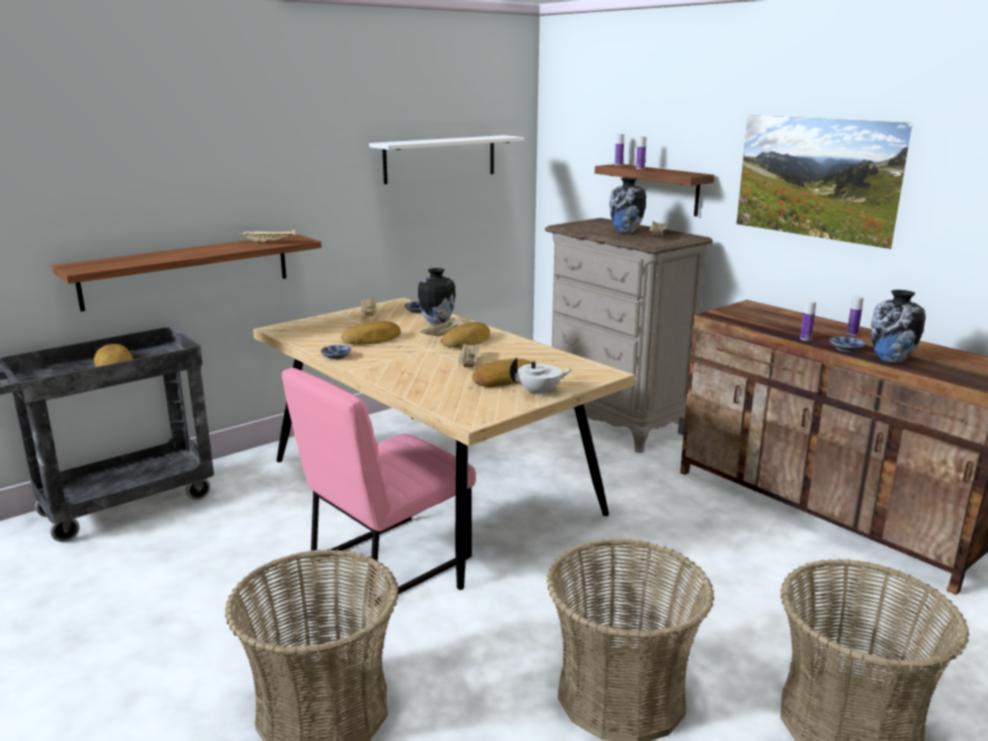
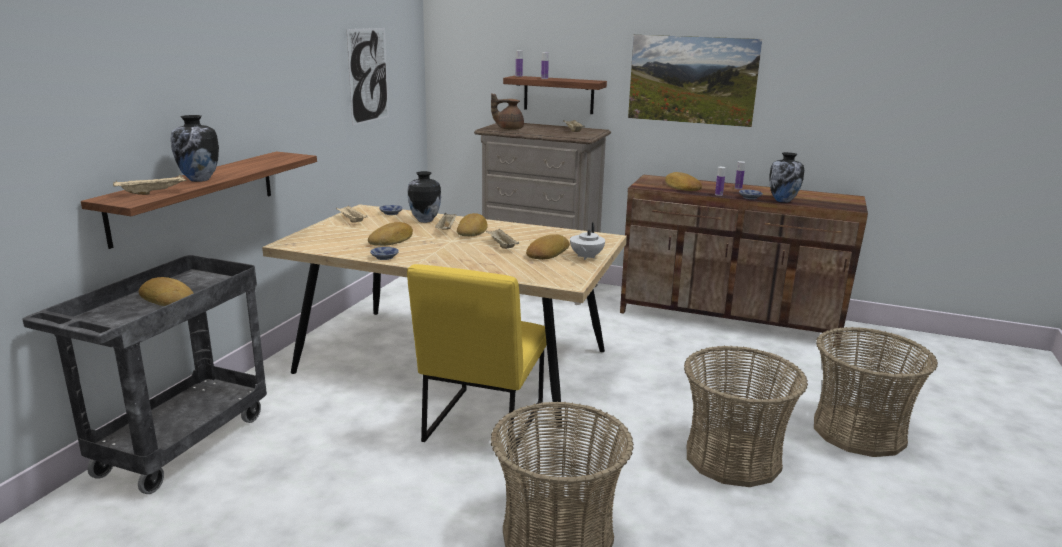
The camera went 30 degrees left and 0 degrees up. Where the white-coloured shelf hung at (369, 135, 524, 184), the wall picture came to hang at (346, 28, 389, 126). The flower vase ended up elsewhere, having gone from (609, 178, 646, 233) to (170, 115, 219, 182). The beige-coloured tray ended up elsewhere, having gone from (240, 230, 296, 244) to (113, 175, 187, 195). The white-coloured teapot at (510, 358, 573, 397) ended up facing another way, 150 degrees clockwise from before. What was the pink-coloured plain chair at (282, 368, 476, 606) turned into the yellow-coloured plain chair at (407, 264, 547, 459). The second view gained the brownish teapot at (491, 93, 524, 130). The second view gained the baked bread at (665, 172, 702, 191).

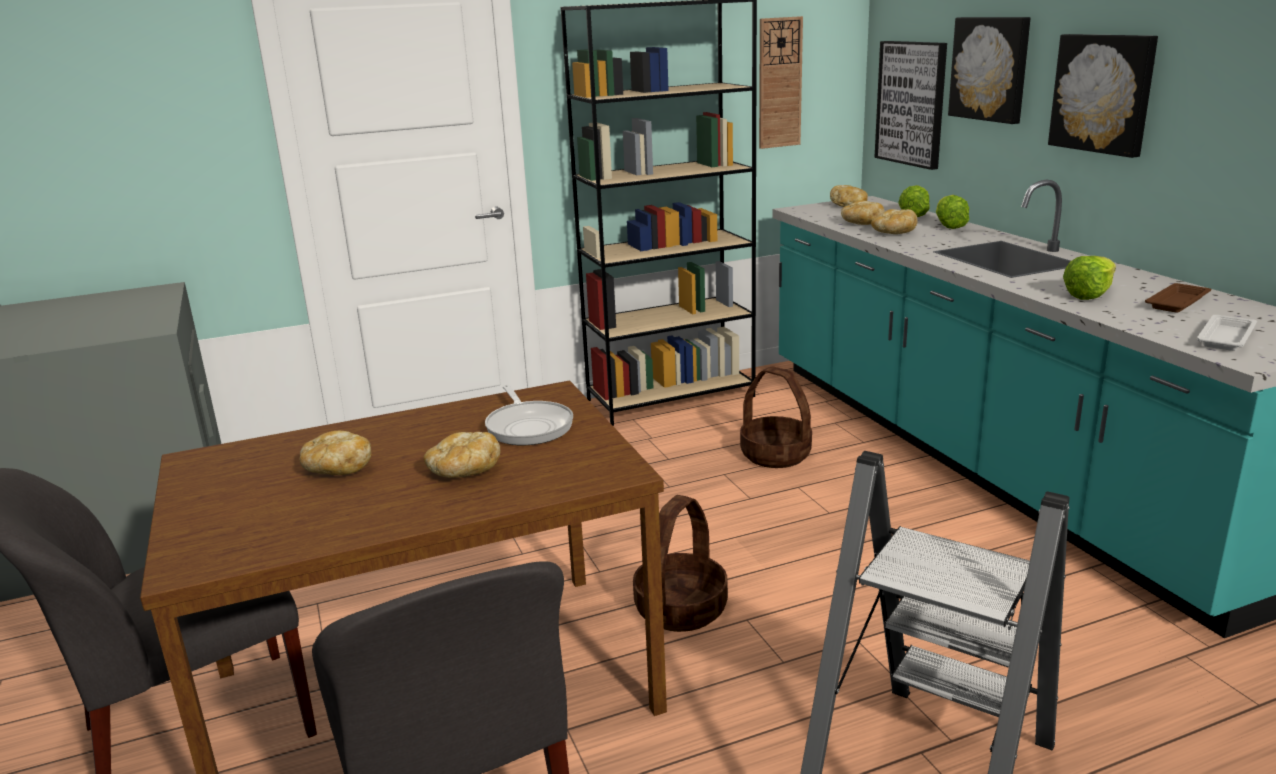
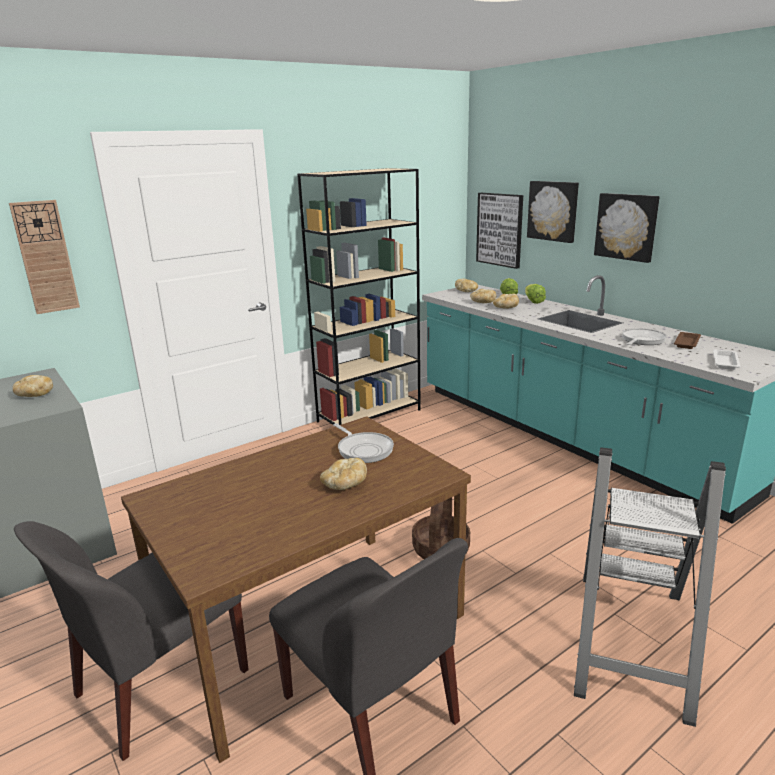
The camera went 15 degrees left and 0 degrees up. The hanging clock ended up elsewhere, having gone from (759, 16, 803, 149) to (9, 200, 80, 314). Where the lettuce head stood at (1063, 256, 1116, 300), the frying pan came to stand at (622, 328, 667, 345). The second view lost the basket at (740, 367, 812, 468). The baked bread ended up elsewhere, having gone from (300, 431, 372, 475) to (13, 375, 53, 397).

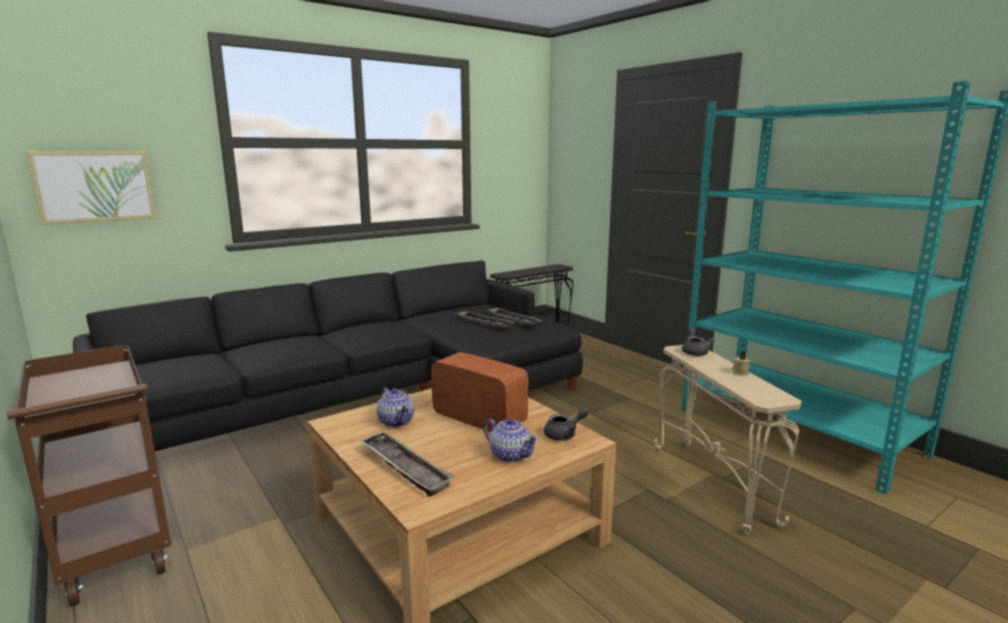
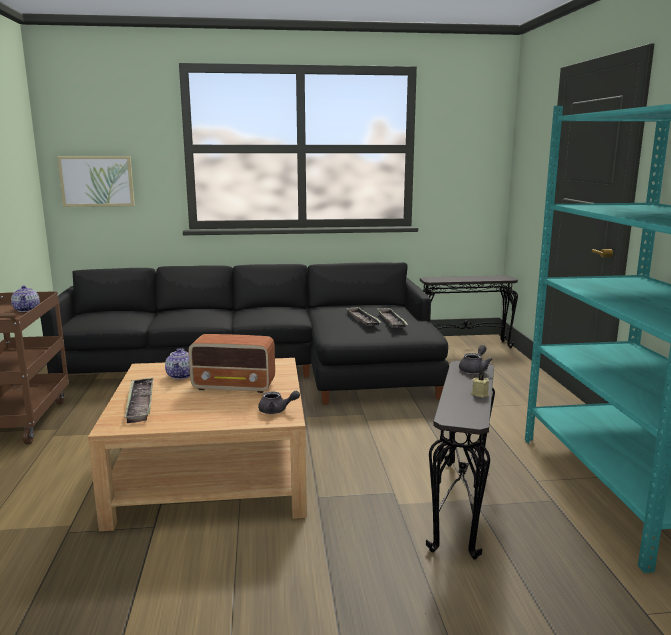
The camera went 30 degrees right and 0 degrees up. What was the beige-coloured accent table at (654, 345, 802, 535) turned into the blackish accent table at (426, 361, 495, 560). The radio receiver at (431, 352, 528, 432) ended up facing another way, 120 degrees clockwise from before. The teapot ended up elsewhere, having gone from (483, 418, 539, 463) to (11, 285, 40, 312).

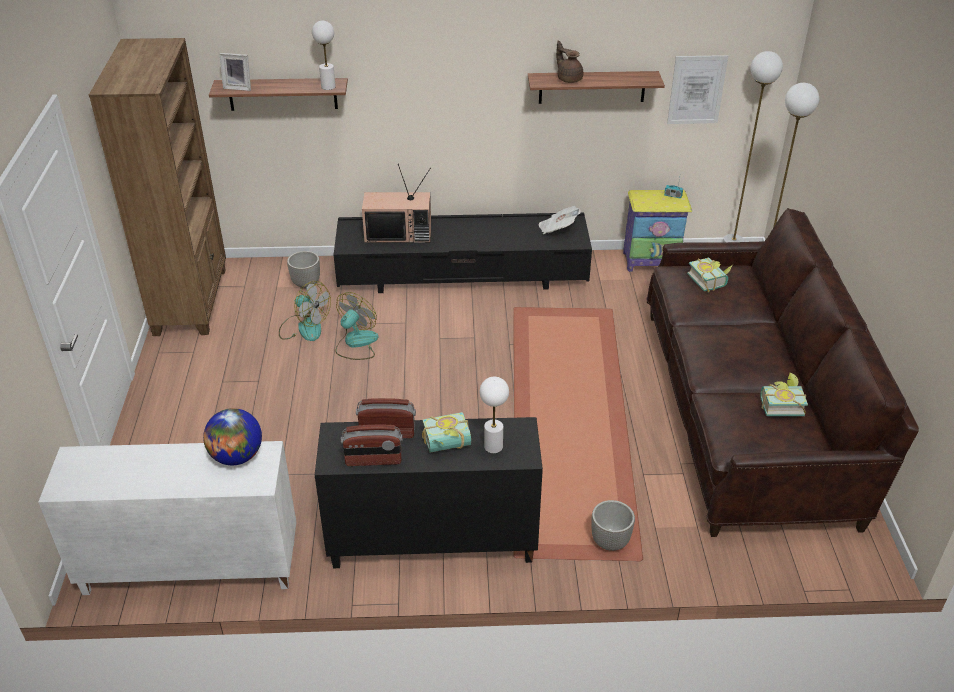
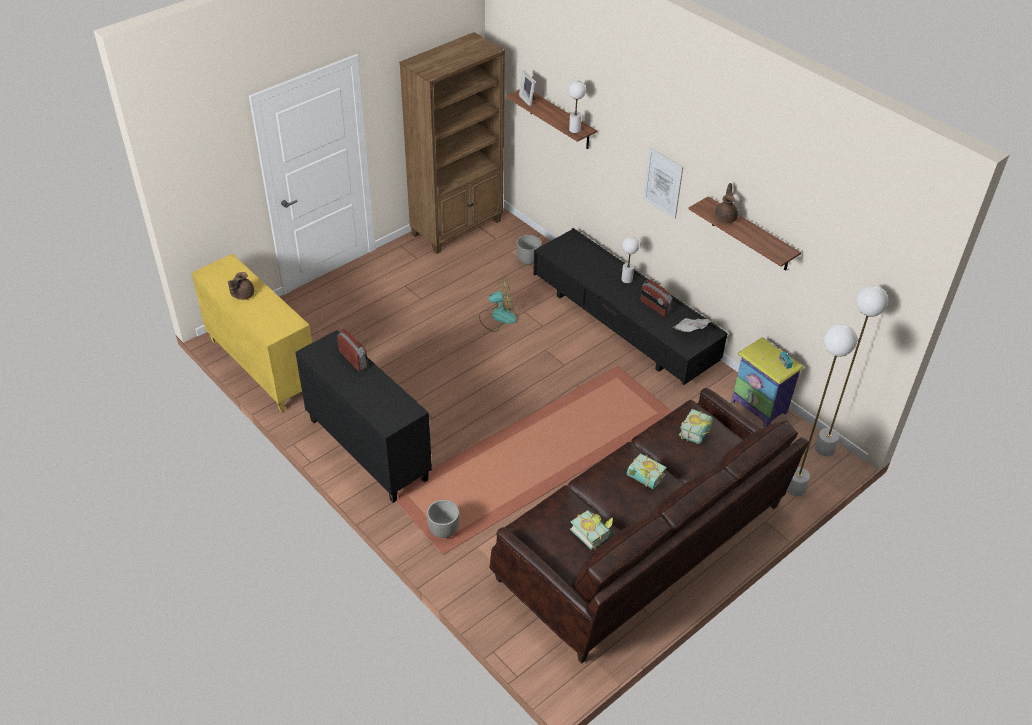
The camera went 50 degrees right and 5 degrees up. The wall picture ended up elsewhere, having gone from (667, 55, 728, 124) to (643, 147, 683, 219). The second view lost the TV at (362, 164, 431, 243). The second view lost the electric fan at (279, 281, 331, 341). The white-coloured table lamp ended up elsewhere, having gone from (480, 377, 509, 453) to (621, 236, 640, 283). The second view lost the world globe at (203, 408, 262, 465). The book ended up elsewhere, having gone from (422, 412, 471, 453) to (627, 453, 667, 489). The radio receiver ended up elsewhere, having gone from (341, 424, 403, 466) to (641, 279, 673, 317). What was the white-coloured storage cabinet at (38, 441, 296, 595) turned into the yellow-coloured storage cabinet at (191, 254, 312, 412). The second view gained the brownish teapot at (228, 272, 254, 300).

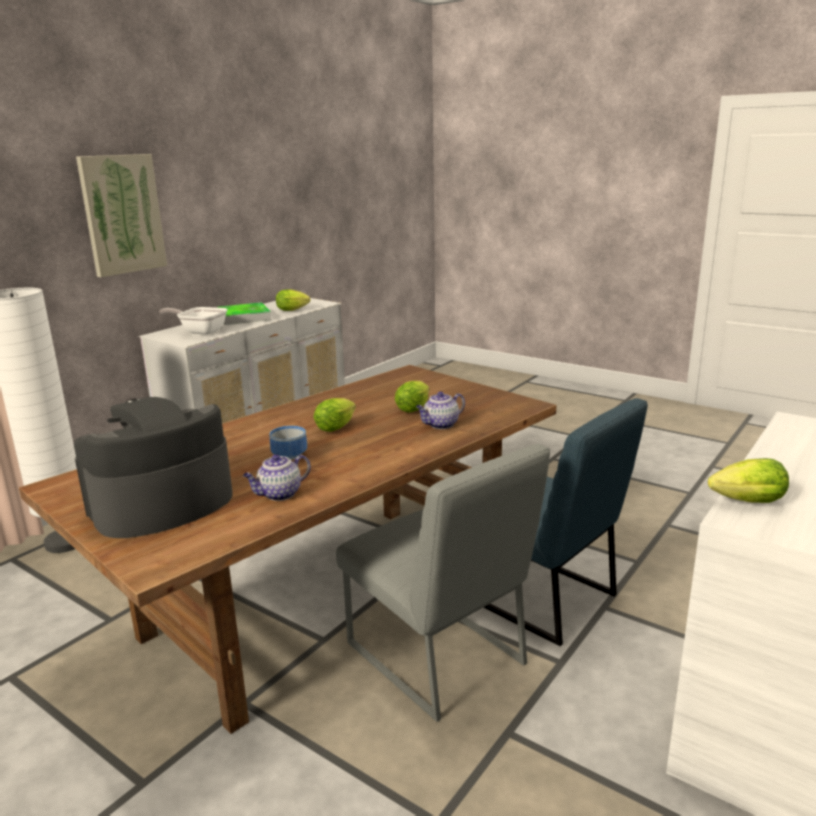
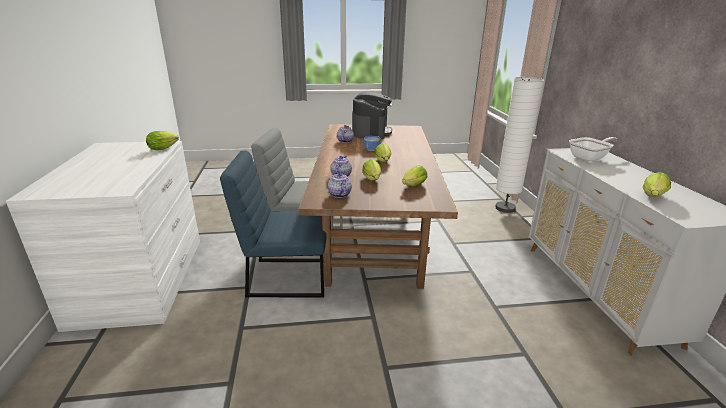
The camera went 135 degrees right and 5 degrees up. The second view lost the wall picture at (76, 154, 167, 277). The second view lost the tray at (217, 302, 271, 325). The second view gained the lettuce head at (402, 165, 427, 186). The second view gained the teapot at (328, 172, 352, 198).

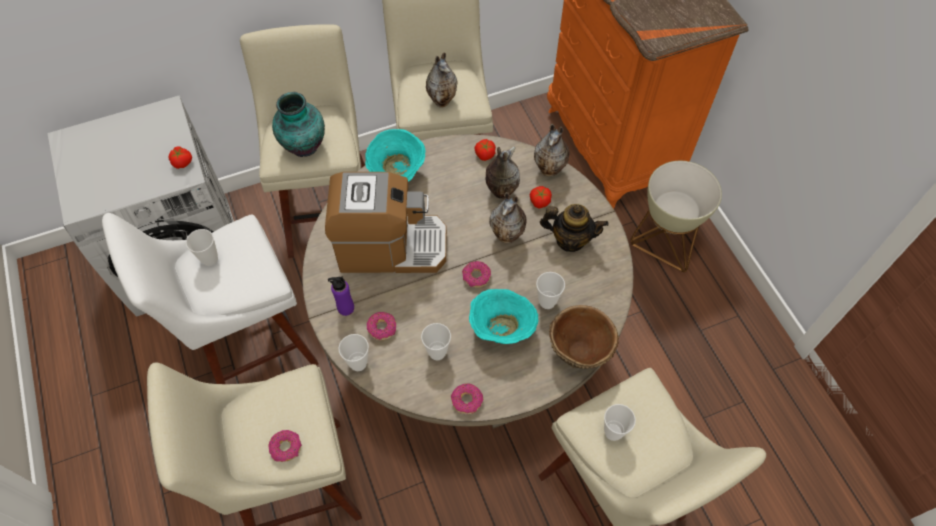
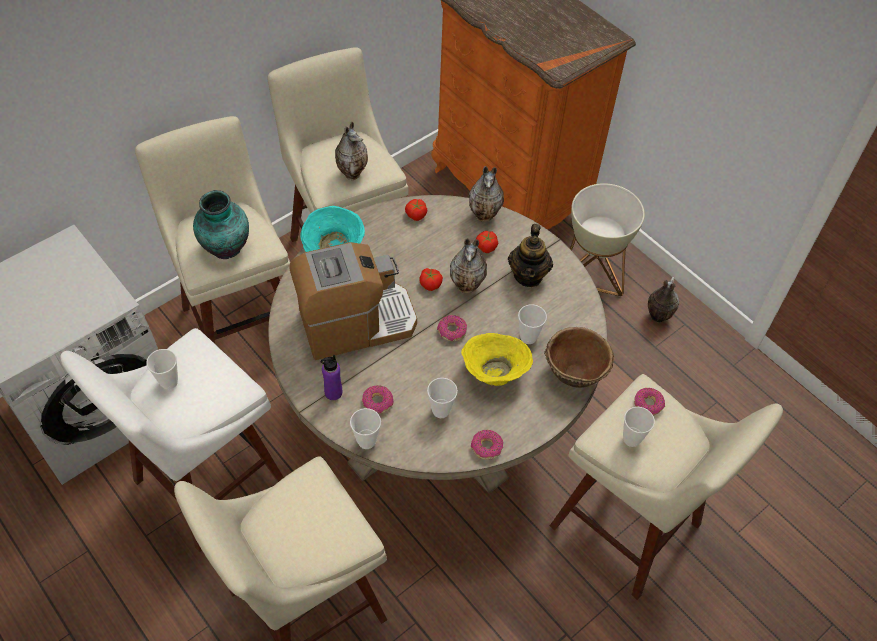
The camera went 20 degrees left and 5 degrees down. The fresh tomato ended up elsewhere, having gone from (168, 146, 192, 169) to (419, 268, 443, 291). The flower vase ended up elsewhere, having gone from (486, 147, 520, 199) to (648, 277, 679, 322). The teapot at (540, 204, 609, 252) ended up facing another way, 105 degrees clockwise from before. What was the blue-green serving bowl at (469, 289, 538, 344) turned into the yellow-coloured serving bowl at (461, 333, 533, 386). The ring doughnut ended up elsewhere, having gone from (268, 430, 302, 462) to (634, 388, 665, 416).

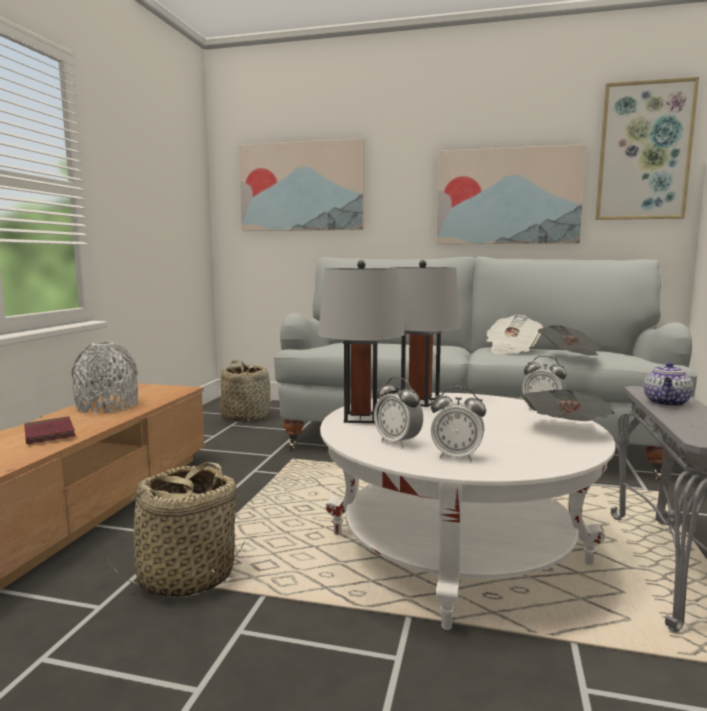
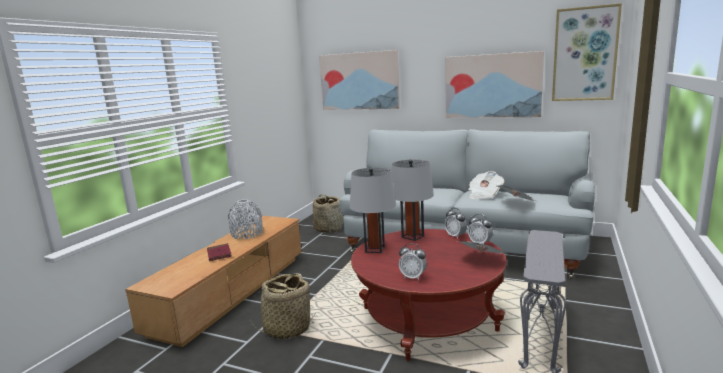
The camera went 10 degrees right and 5 degrees up. The second view lost the teapot at (644, 362, 693, 407). The bedside clock ended up elsewhere, having gone from (374, 377, 423, 447) to (445, 208, 467, 239). What was the white-coloured lounge table at (320, 393, 615, 630) turned into the red-coloured lounge table at (351, 229, 507, 361).

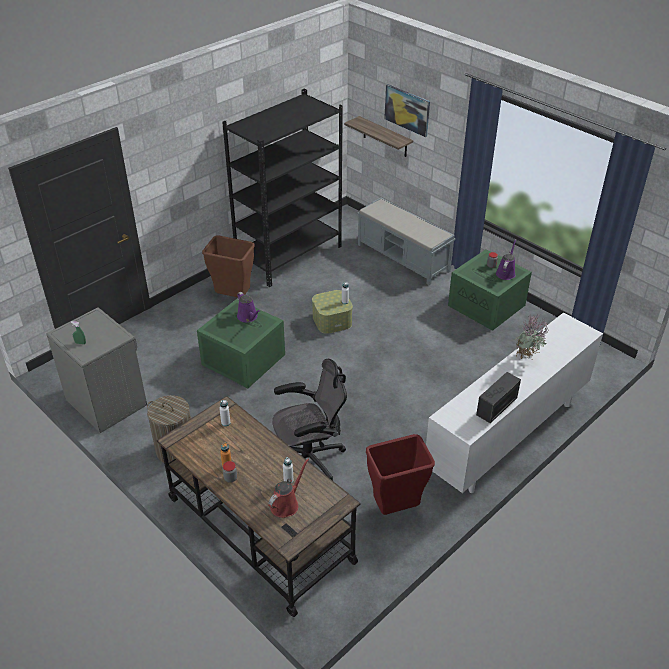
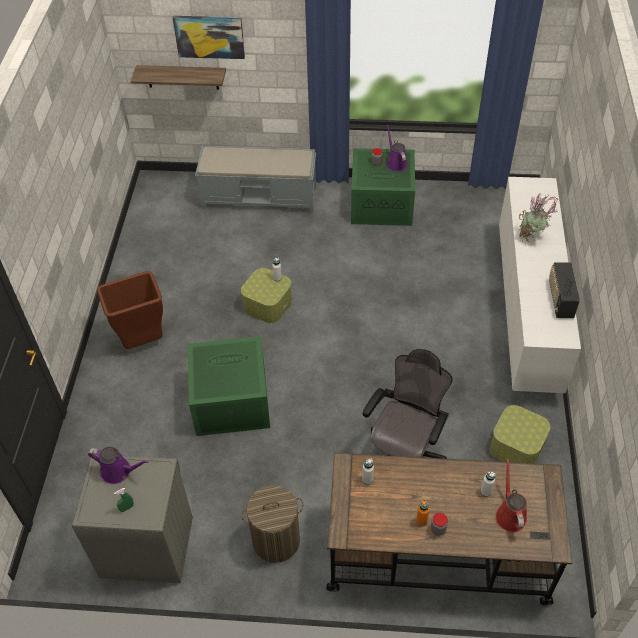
The camera went 40 degrees left and 10 degrees up. The second view lost the blackish bookshelf at (222, 89, 343, 287). The purple-coloured sprinkling can ended up elsewhere, having gone from (237, 292, 260, 322) to (88, 447, 149, 484). Where the red-coloured waste bin stood at (366, 434, 435, 515), the storage box came to stand at (490, 405, 550, 464).

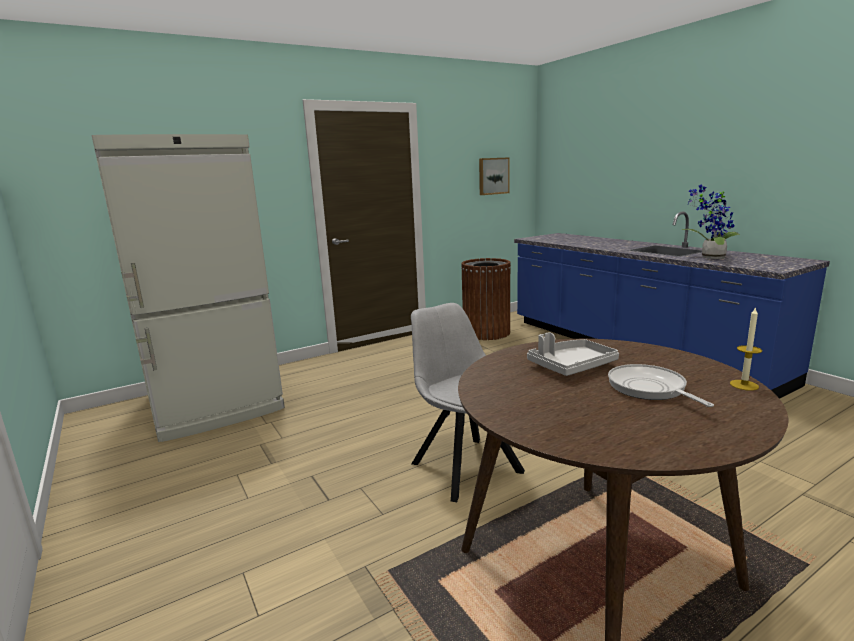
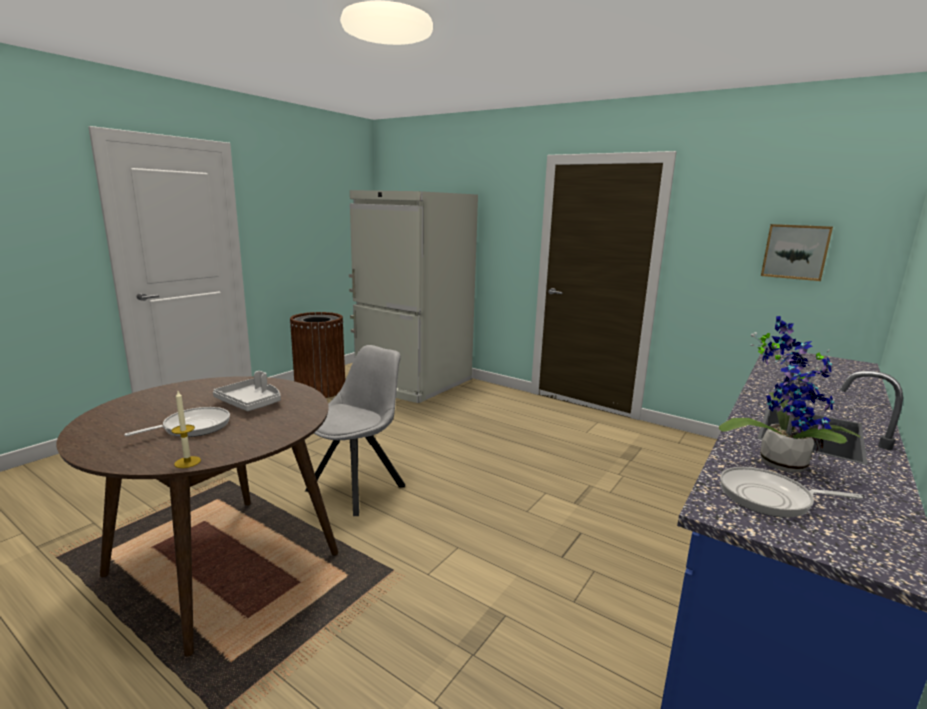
The camera went 65 degrees right and 0 degrees up. The brownish waste bin ended up elsewhere, having gone from (461, 258, 511, 340) to (290, 312, 345, 398). The second view gained the frying pan at (720, 467, 863, 518).

